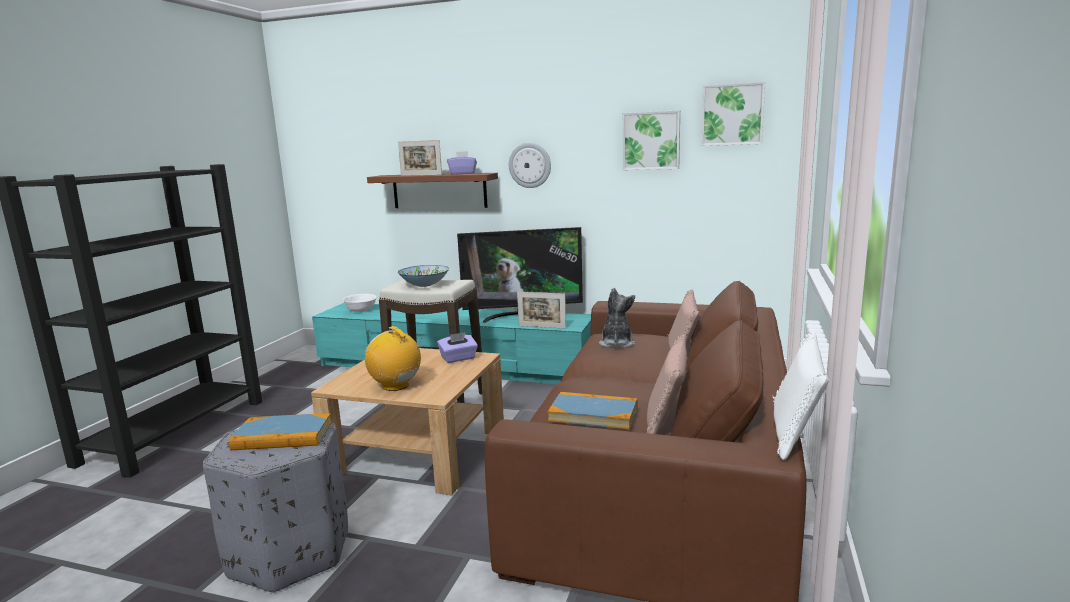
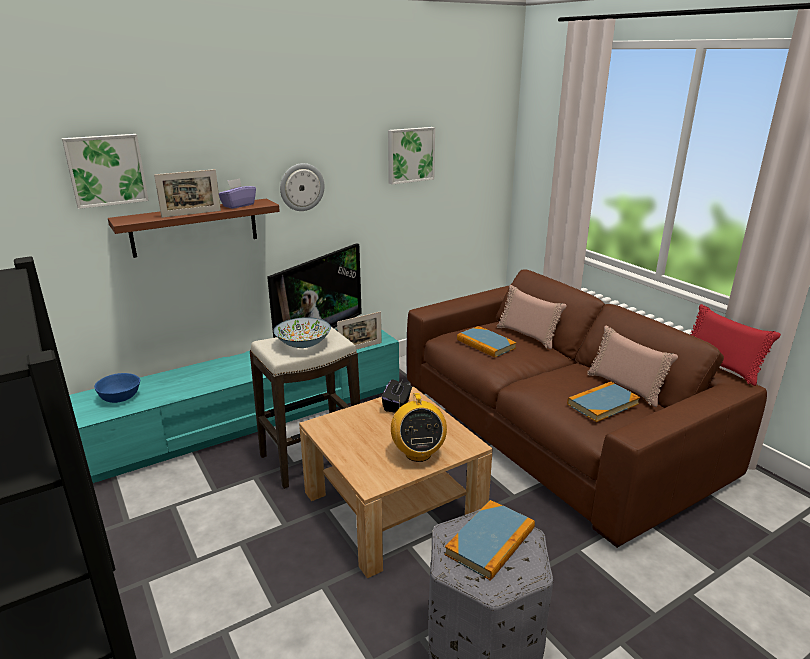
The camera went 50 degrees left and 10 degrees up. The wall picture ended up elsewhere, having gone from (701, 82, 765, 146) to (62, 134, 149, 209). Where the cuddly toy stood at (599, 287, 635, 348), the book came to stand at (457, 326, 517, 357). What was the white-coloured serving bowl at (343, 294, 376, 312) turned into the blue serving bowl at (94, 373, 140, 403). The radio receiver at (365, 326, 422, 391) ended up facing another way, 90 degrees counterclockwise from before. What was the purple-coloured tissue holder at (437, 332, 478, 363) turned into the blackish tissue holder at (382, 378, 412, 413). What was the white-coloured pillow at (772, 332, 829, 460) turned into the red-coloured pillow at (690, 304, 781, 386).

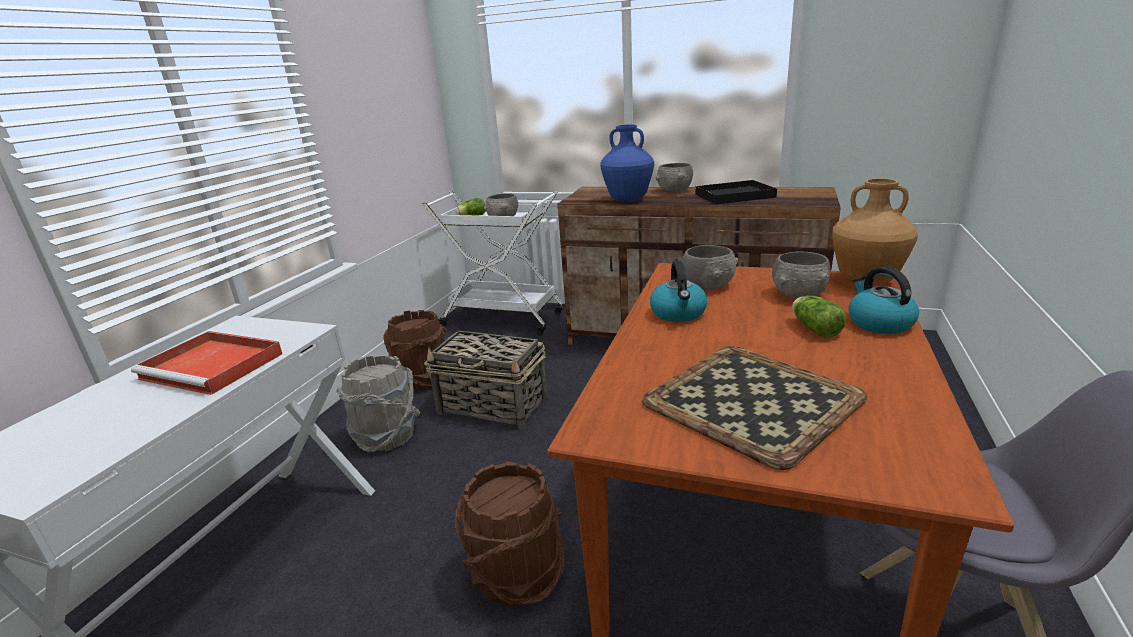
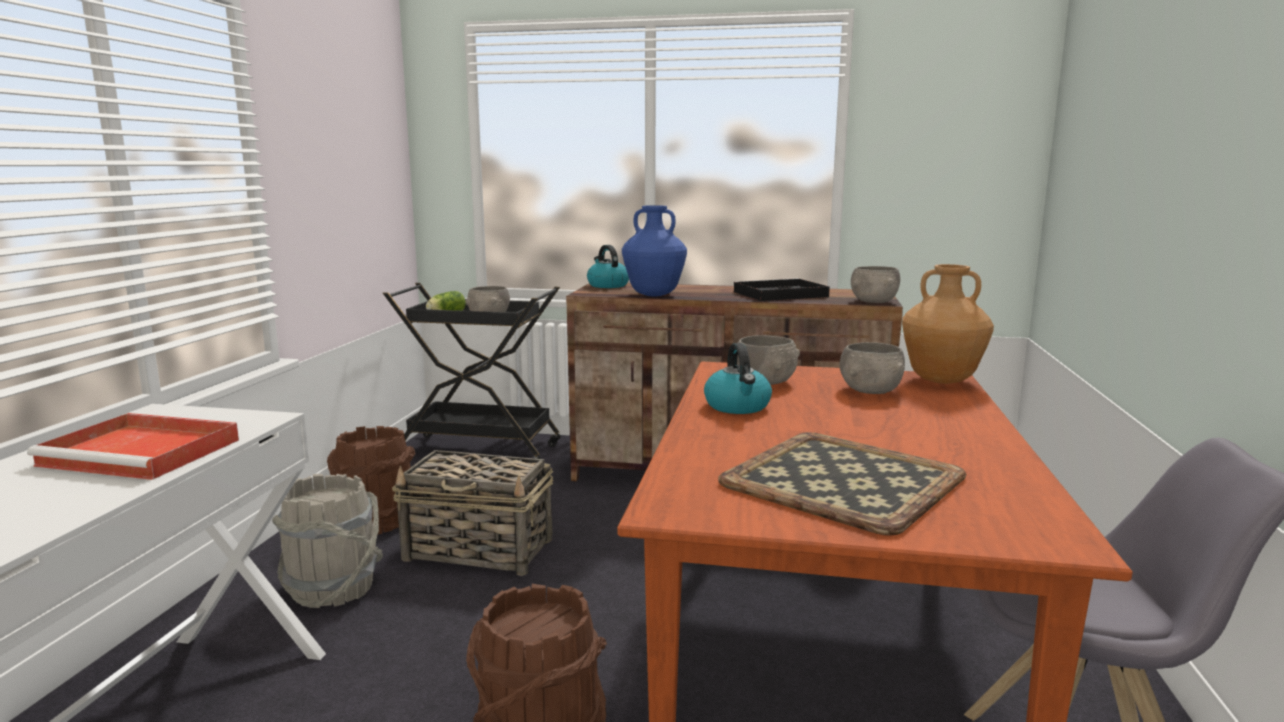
The camera went 10 degrees left and 10 degrees down. The gray serving bowl ended up elsewhere, having gone from (656, 163, 693, 192) to (851, 266, 900, 303). What was the white-coloured wheeled cart at (422, 191, 564, 336) turned into the blackish wheeled cart at (383, 283, 561, 459). The tea kettle ended up elsewhere, having gone from (849, 266, 919, 334) to (587, 245, 629, 288). The second view lost the lettuce head at (792, 296, 846, 337).

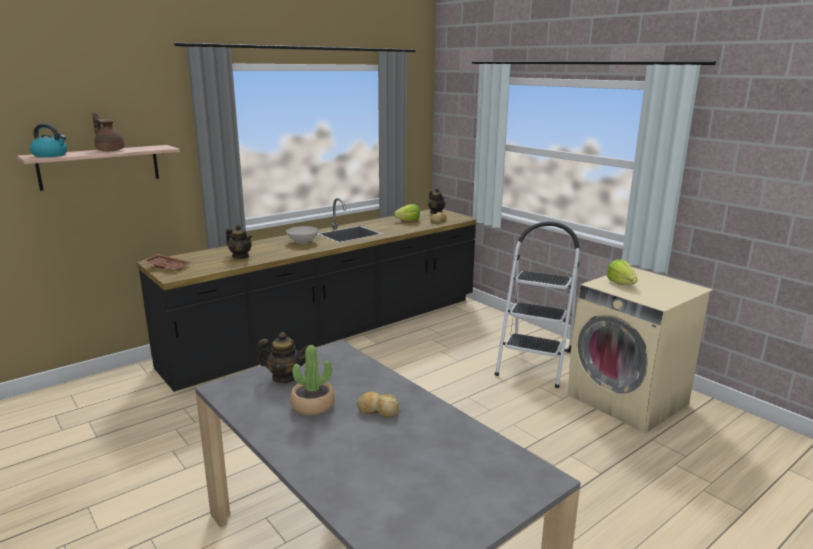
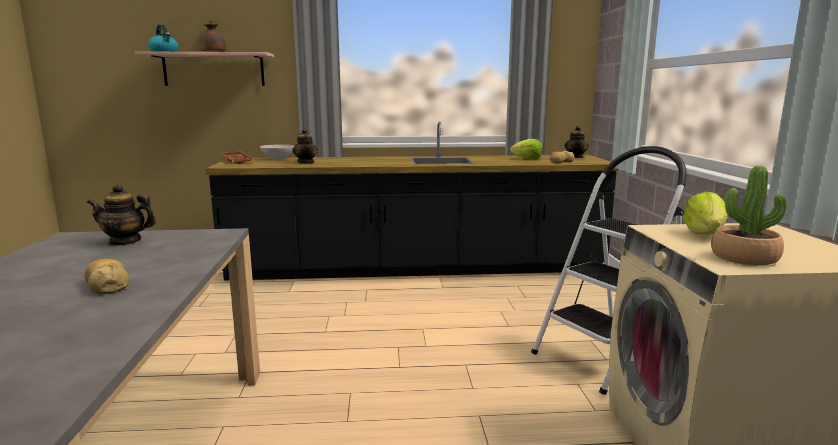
The camera went 35 degrees right and 5 degrees down. The white-coloured serving bowl ended up elsewhere, having gone from (286, 226, 319, 244) to (260, 144, 295, 160). The teapot at (257, 332, 307, 383) ended up facing another way, 135 degrees clockwise from before. The plant in a pot ended up elsewhere, having gone from (290, 345, 335, 415) to (711, 166, 787, 265).

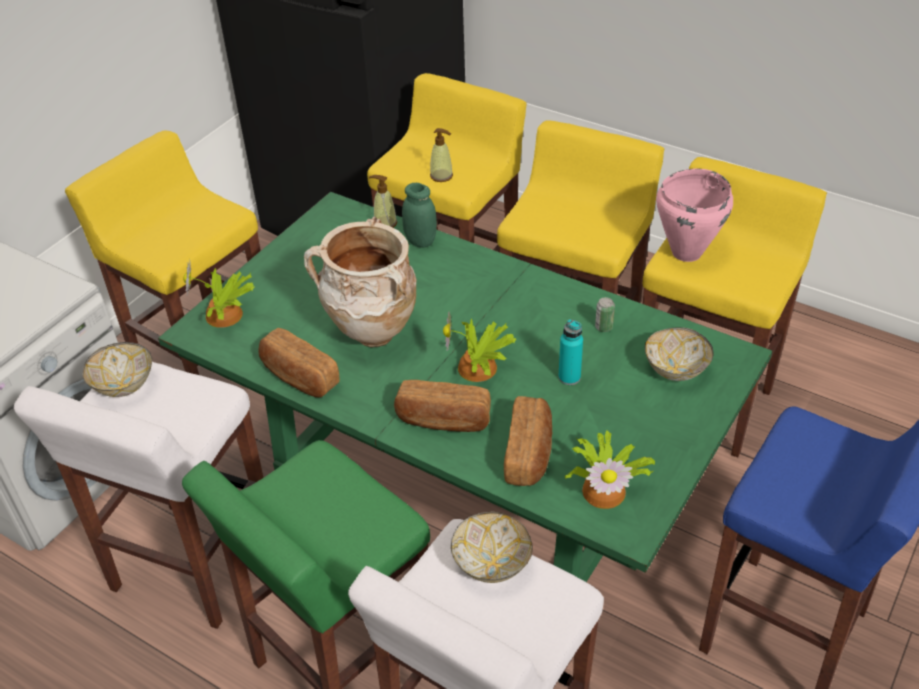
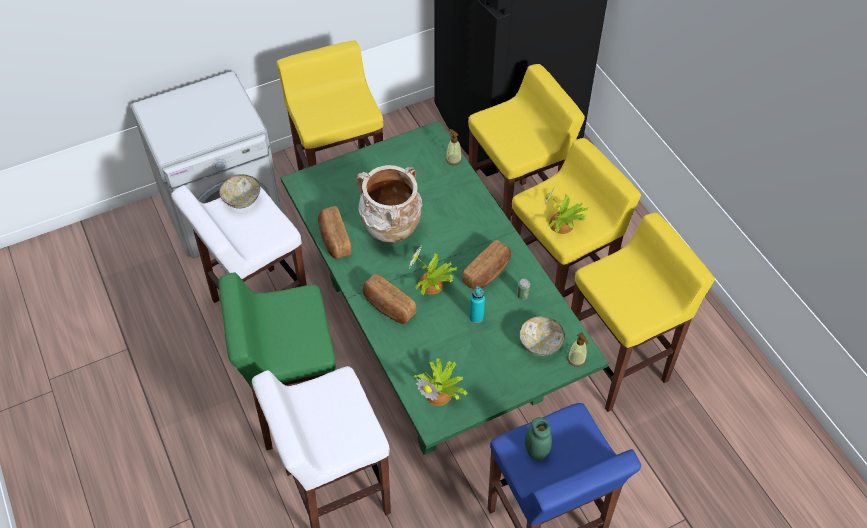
The camera went 30 degrees right and 10 degrees up. The soap dispenser ended up elsewhere, having gone from (430, 128, 453, 182) to (567, 332, 589, 367). The second view lost the pink-coloured stockpot at (656, 169, 733, 262). The green preserve jar ended up elsewhere, having gone from (402, 183, 437, 248) to (525, 417, 552, 461). The plant in a pot ended up elsewhere, having gone from (183, 260, 254, 328) to (544, 186, 588, 234). The baked bread ended up elsewhere, having gone from (504, 396, 552, 486) to (462, 240, 511, 289). The second view lost the serving bowl at (451, 512, 533, 583).

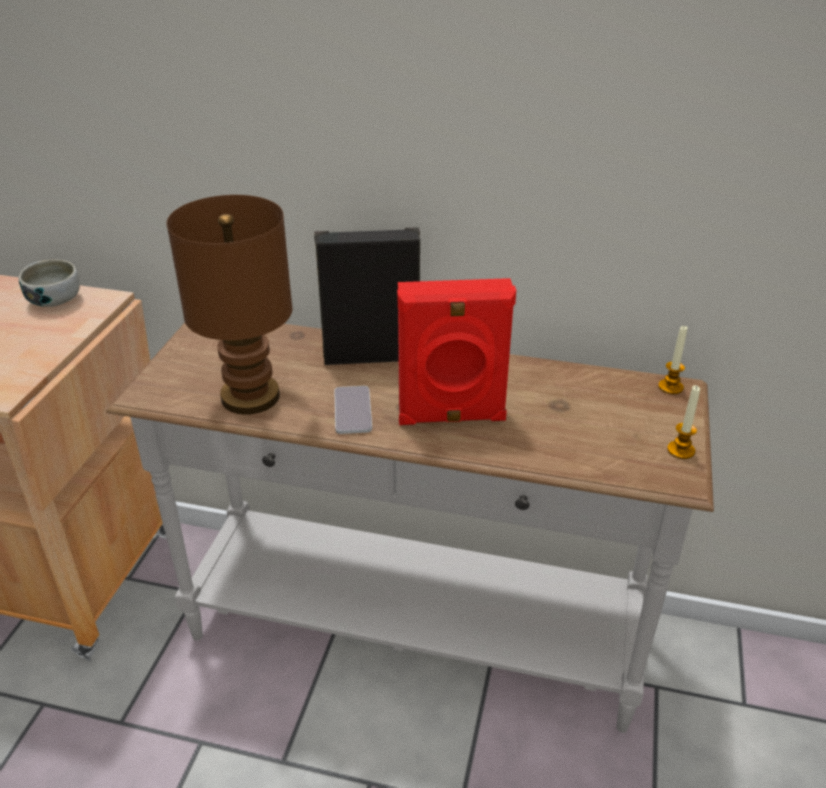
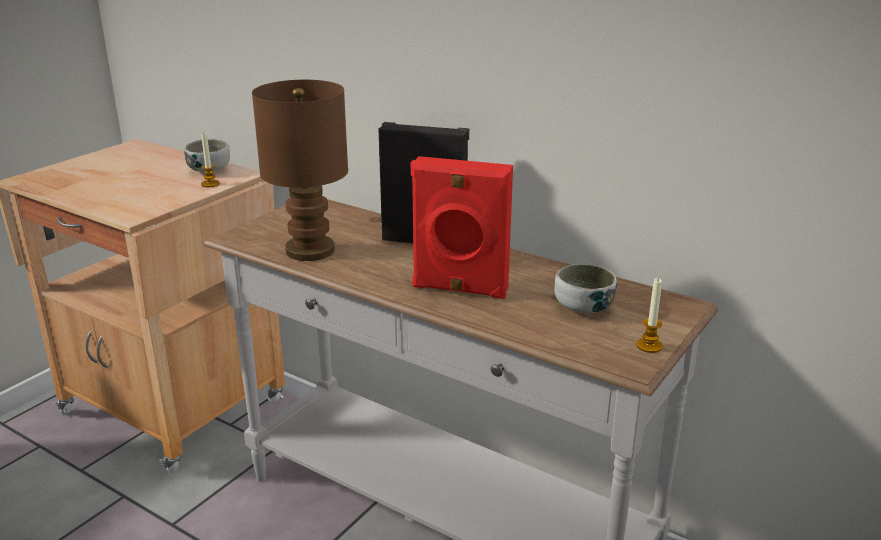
The camera went 20 degrees right and 10 degrees down. The wax light ended up elsewhere, having gone from (658, 325, 688, 394) to (201, 133, 220, 187). The second view lost the handset at (334, 386, 372, 434). The second view gained the serving bowl at (554, 264, 617, 313).

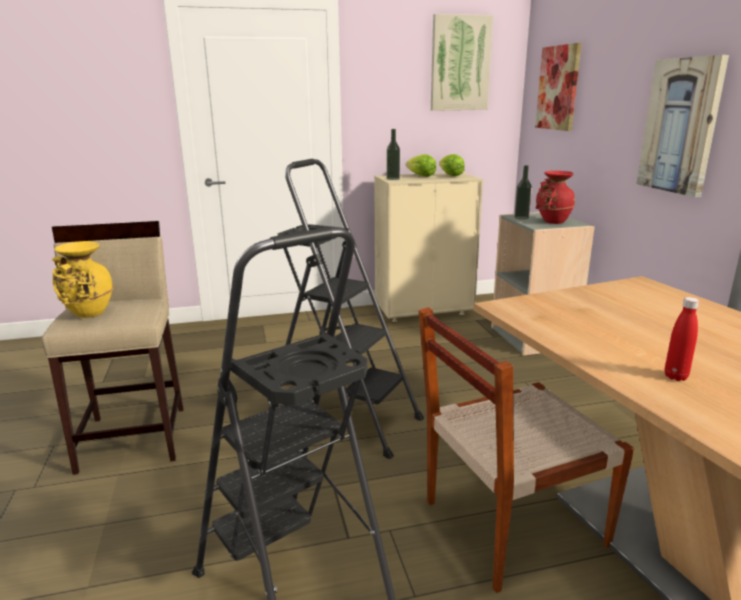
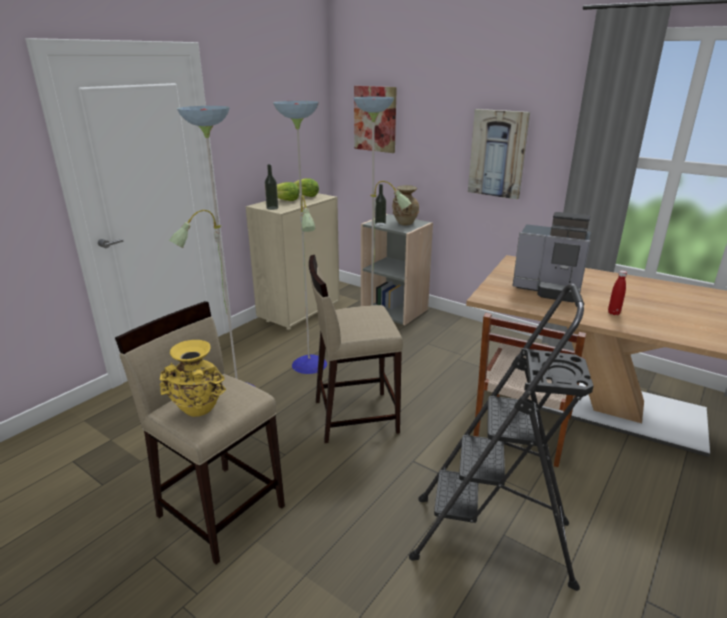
The camera went 40 degrees left and 5 degrees up. The second view lost the wall picture at (431, 14, 493, 111). Where the stepladder stood at (268, 159, 424, 459), the beige-coloured stool seat came to stand at (309, 255, 403, 443). What was the red-coloured flower vase at (536, 171, 575, 224) turned into the beige-coloured flower vase at (392, 185, 419, 226). The second view gained the standing lamp at (169, 96, 412, 386). The second view gained the coffee maker at (512, 212, 591, 303).

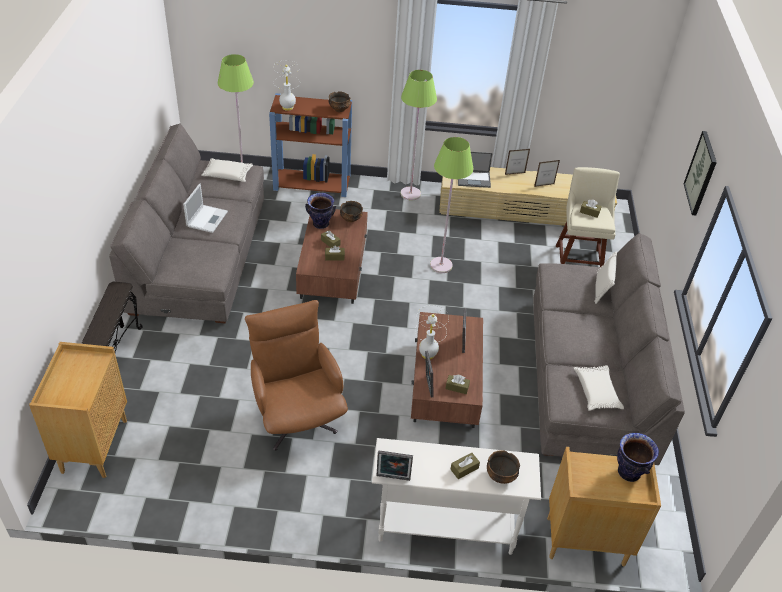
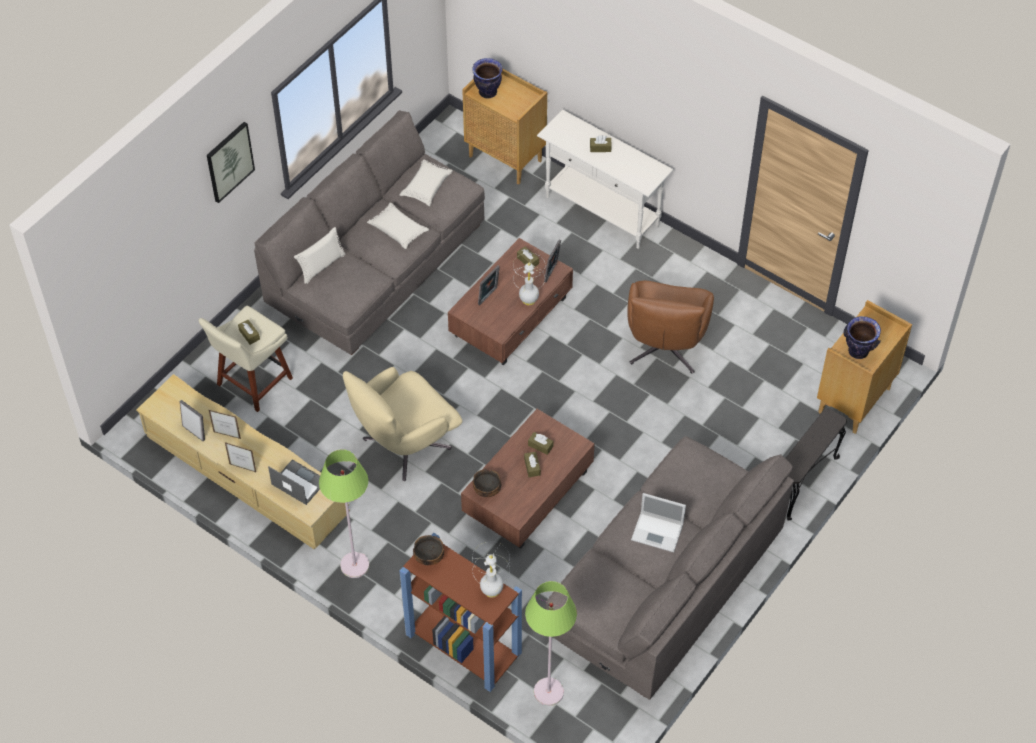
The camera went 145 degrees left and 10 degrees up. Where the green standing lamp stood at (430, 137, 474, 273), the beige-coloured armchair came to stand at (343, 367, 462, 481). The white-coloured pillow ended up elsewhere, having gone from (202, 158, 253, 182) to (367, 203, 429, 249). The notebook computer at (183, 183, 228, 233) ended up facing another way, 120 degrees counterclockwise from before. The flower vase ended up elsewhere, having gone from (305, 193, 336, 229) to (843, 316, 881, 359). The picture frame ended up elsewhere, having gone from (377, 450, 413, 481) to (180, 400, 205, 441). The second view lost the serving bowl at (487, 450, 520, 484).

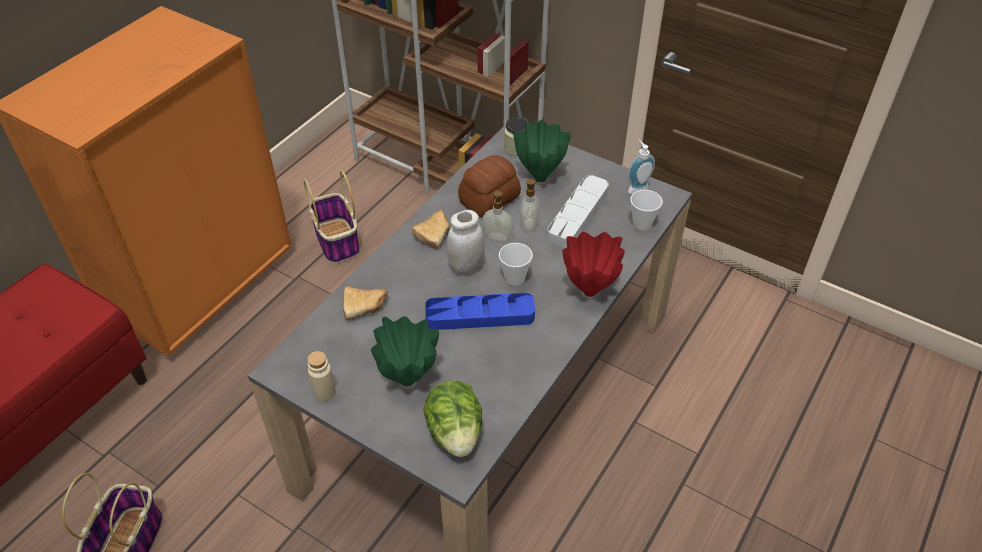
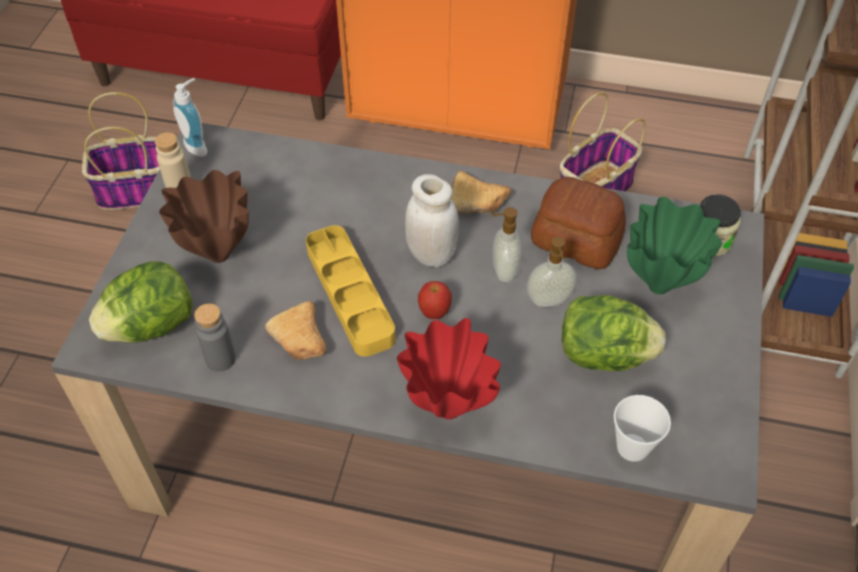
The camera went 70 degrees right and 5 degrees up. The soap dispenser ended up elsewhere, having gone from (628, 140, 655, 194) to (173, 78, 207, 157). Where the gray tray stood at (547, 175, 609, 248), the lettuce head came to stand at (562, 295, 666, 371). Where the cup stood at (499, 243, 533, 286), the apple came to stand at (418, 281, 452, 319). The baked bread ended up elsewhere, having gone from (342, 286, 388, 320) to (265, 301, 327, 360). What was the blue tray at (425, 293, 535, 330) turned into the yellow-coloured tray at (306, 225, 395, 357). What was the green flower vase at (371, 316, 439, 386) turned into the brownish flower vase at (159, 170, 249, 263). The second view gained the gray drink bottle at (194, 303, 236, 372).

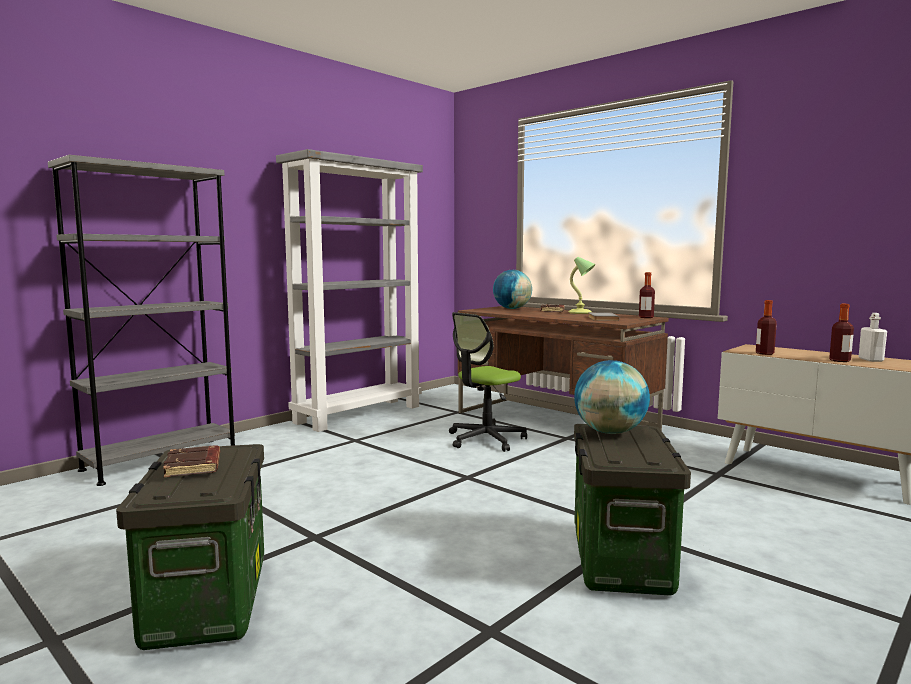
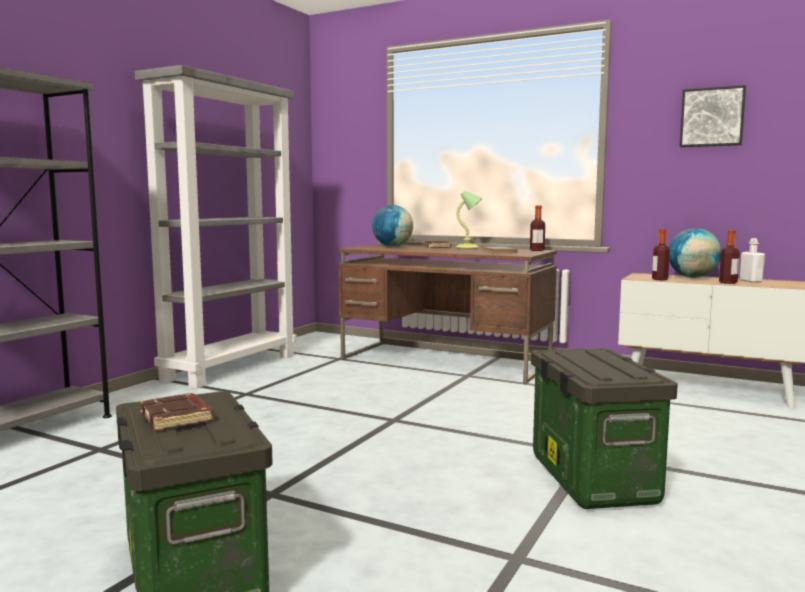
The camera went 15 degrees left and 0 degrees up. The second view lost the desk chair at (449, 312, 527, 452). The world globe ended up elsewhere, having gone from (574, 360, 650, 434) to (669, 228, 722, 278). The second view gained the wall picture at (680, 85, 746, 147).

